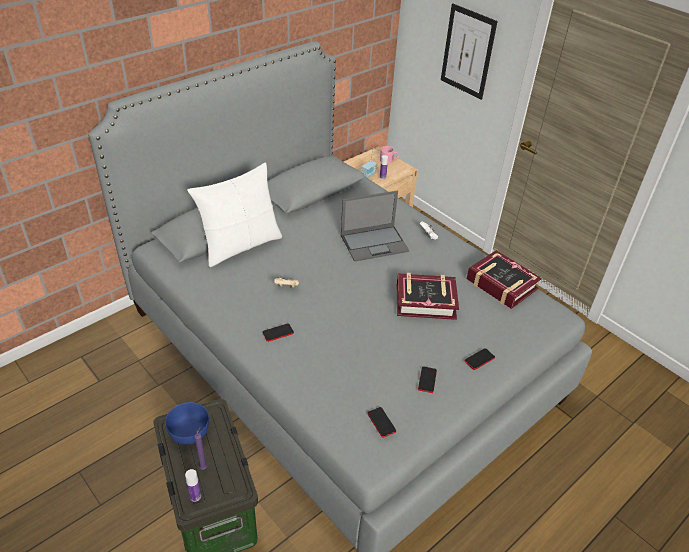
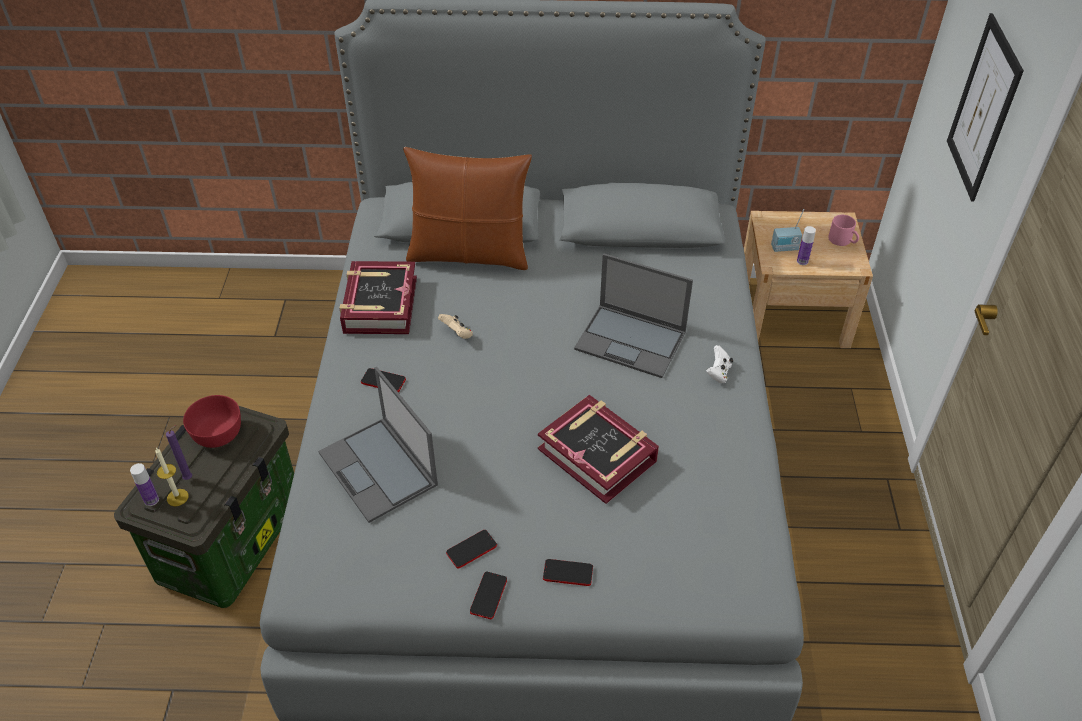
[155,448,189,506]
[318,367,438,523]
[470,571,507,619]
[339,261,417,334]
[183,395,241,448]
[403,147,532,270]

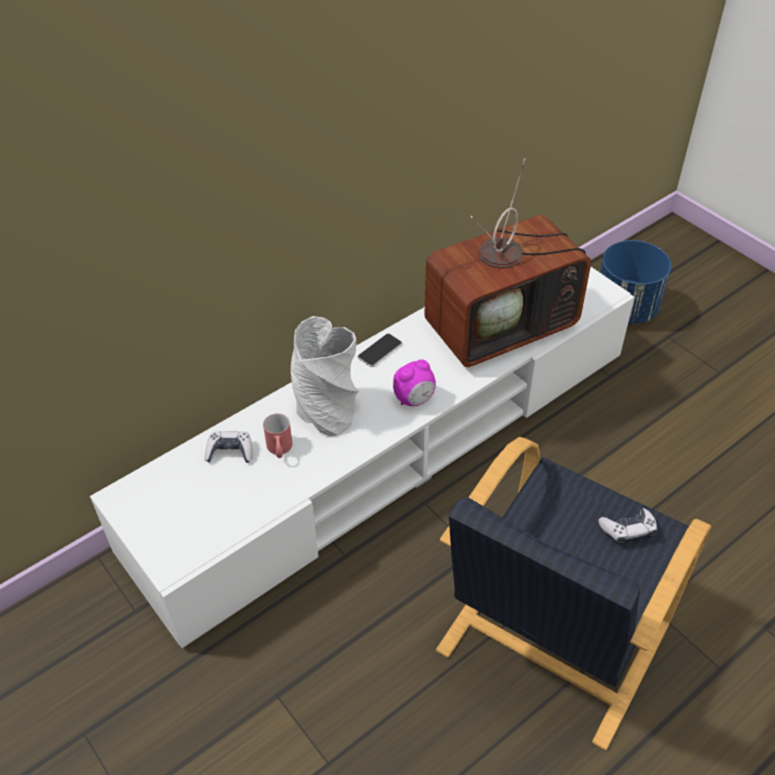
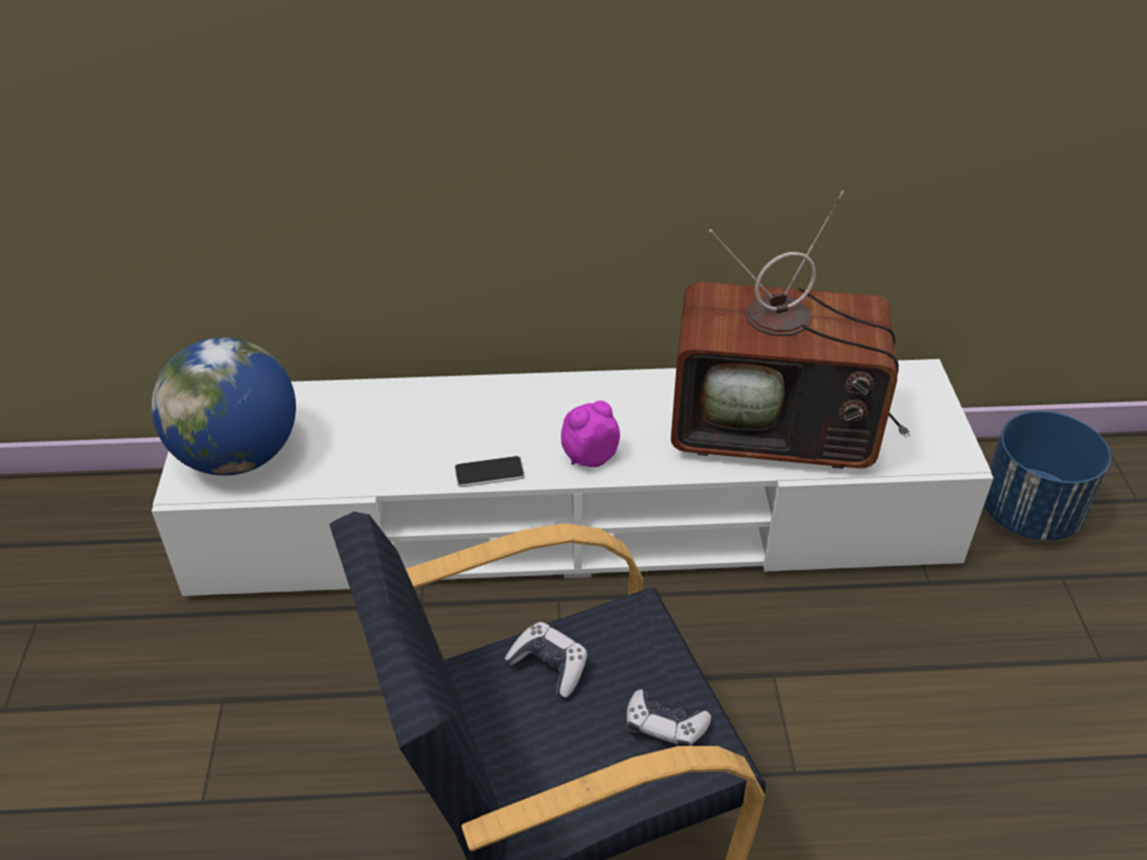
[263,413,293,458] (first image)
[291,316,359,436] (first image)
[152,337,296,476]
[505,622,587,697]
[455,456,525,487]
[561,401,620,467]

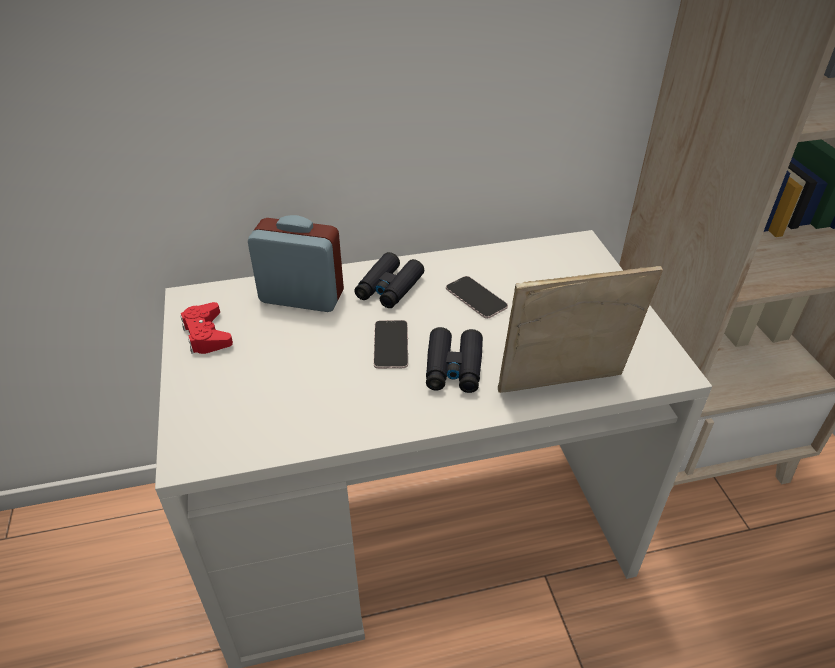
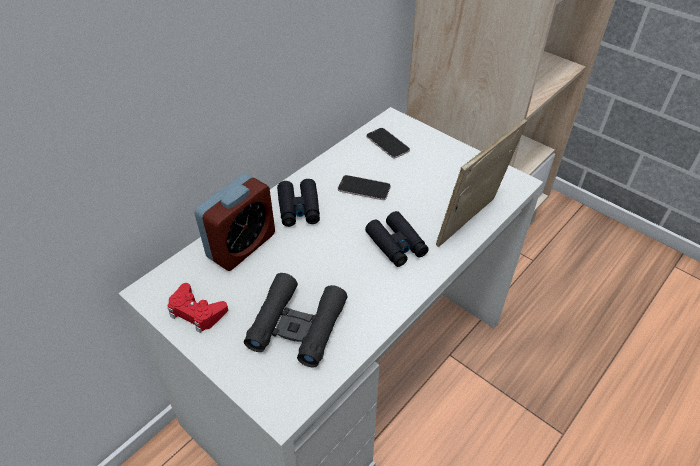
[244,273,347,367]
[366,128,410,158]
[194,174,275,271]

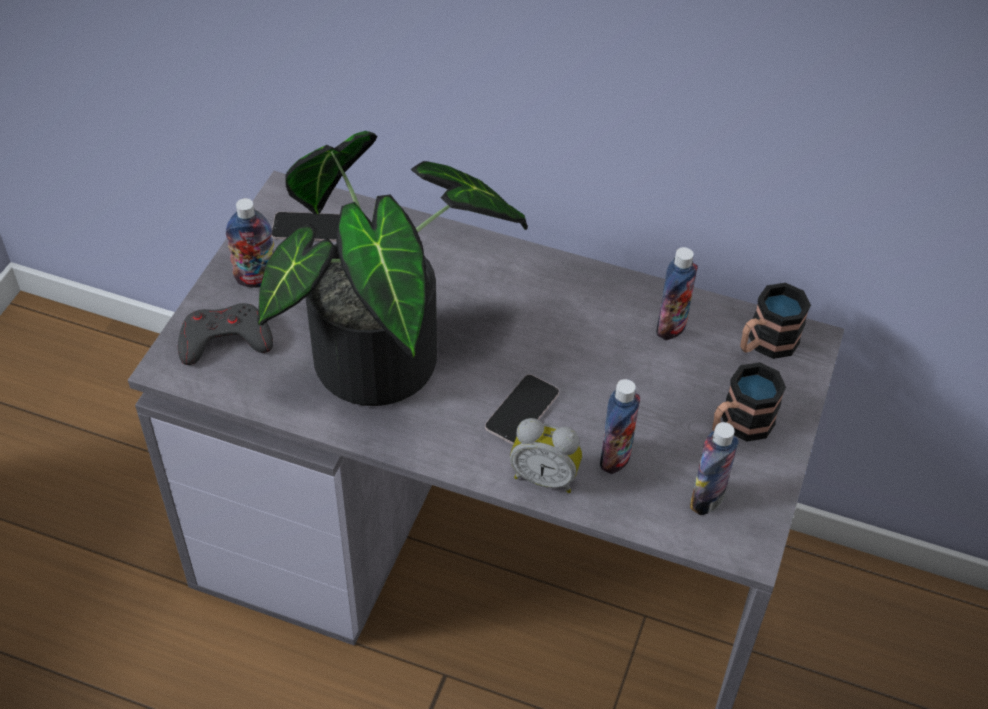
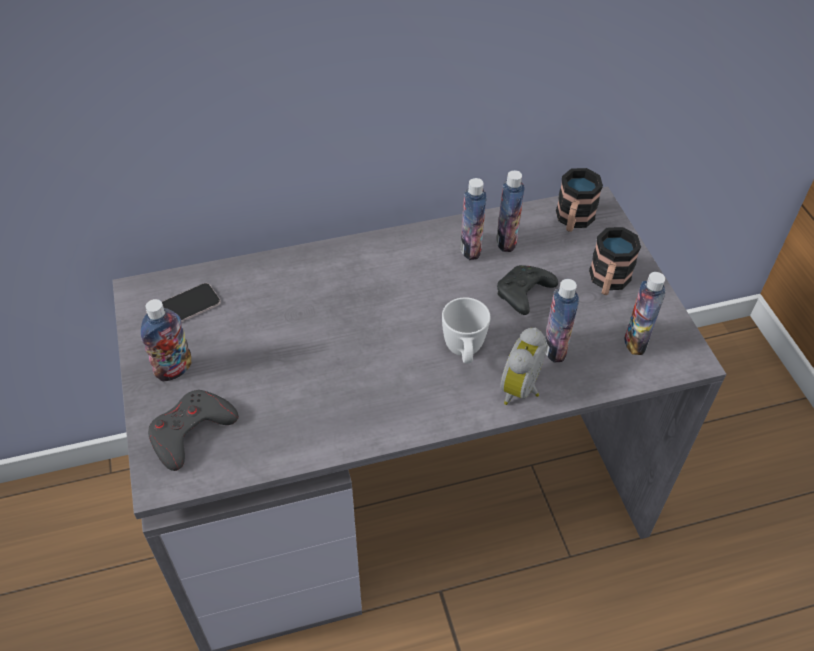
[257,131,528,406] (first image)
[460,178,487,260]
[497,265,558,315]
[442,297,491,363]
[500,328,546,405]

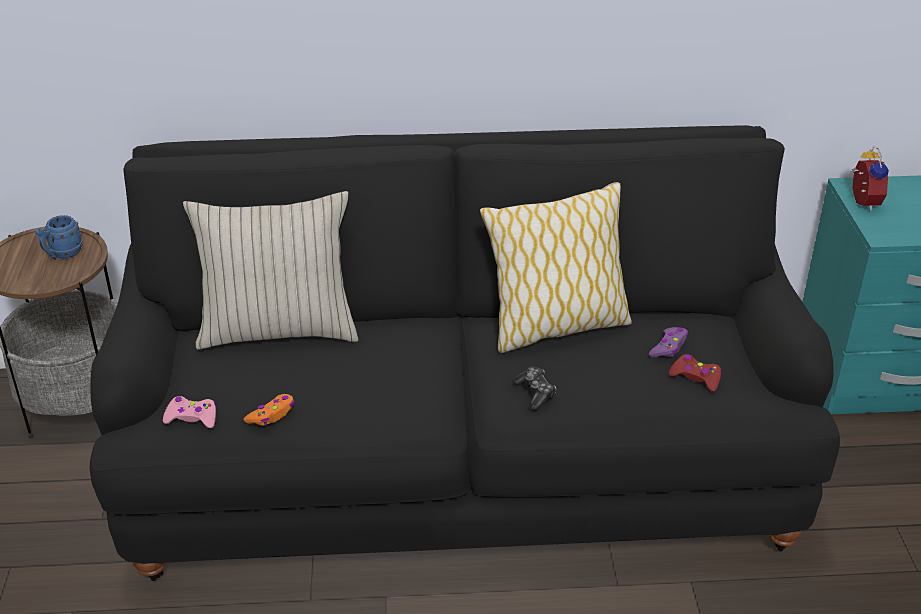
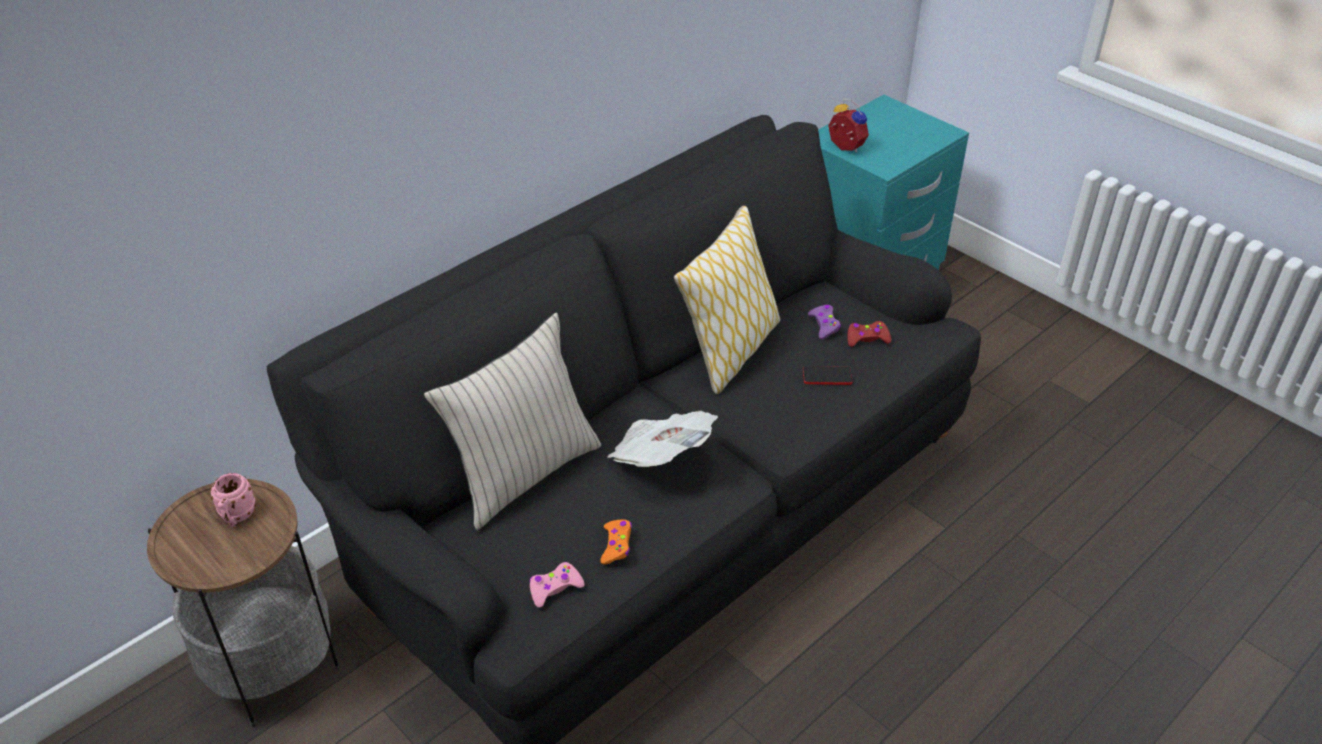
[512,367,556,411] (first image)
[607,411,718,467]
[803,366,852,385]
[211,473,256,527]

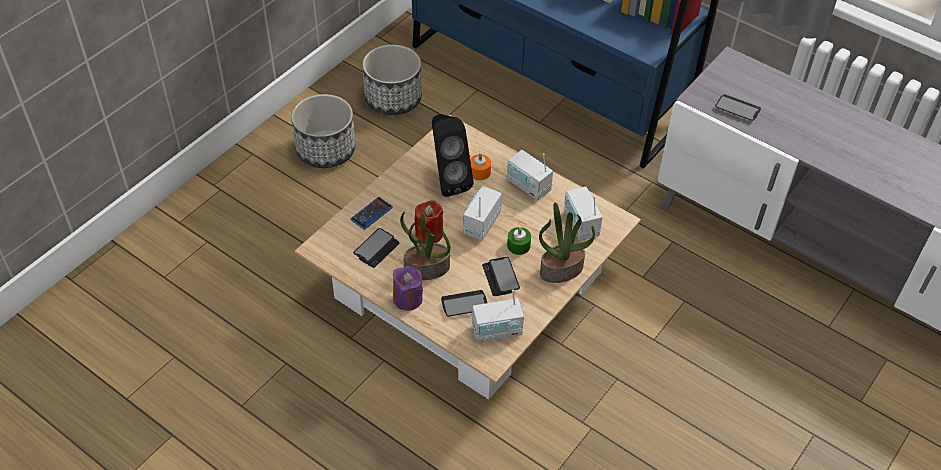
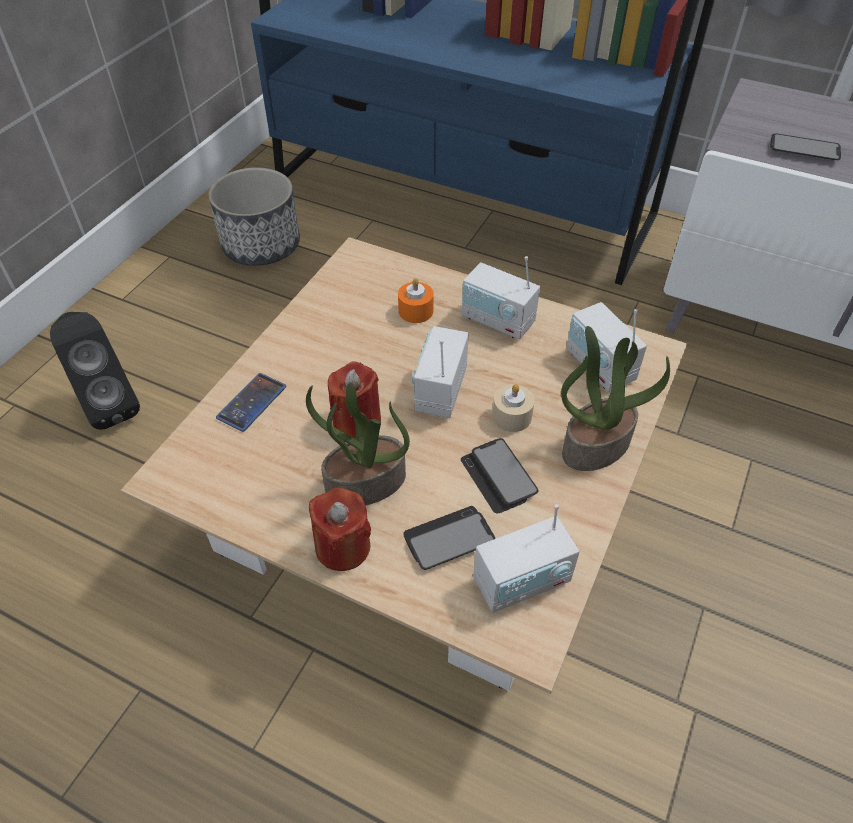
[291,94,356,168] (first image)
[353,228,399,268] (first image)
[50,312,140,430]
[309,487,371,571]
[492,384,534,432]

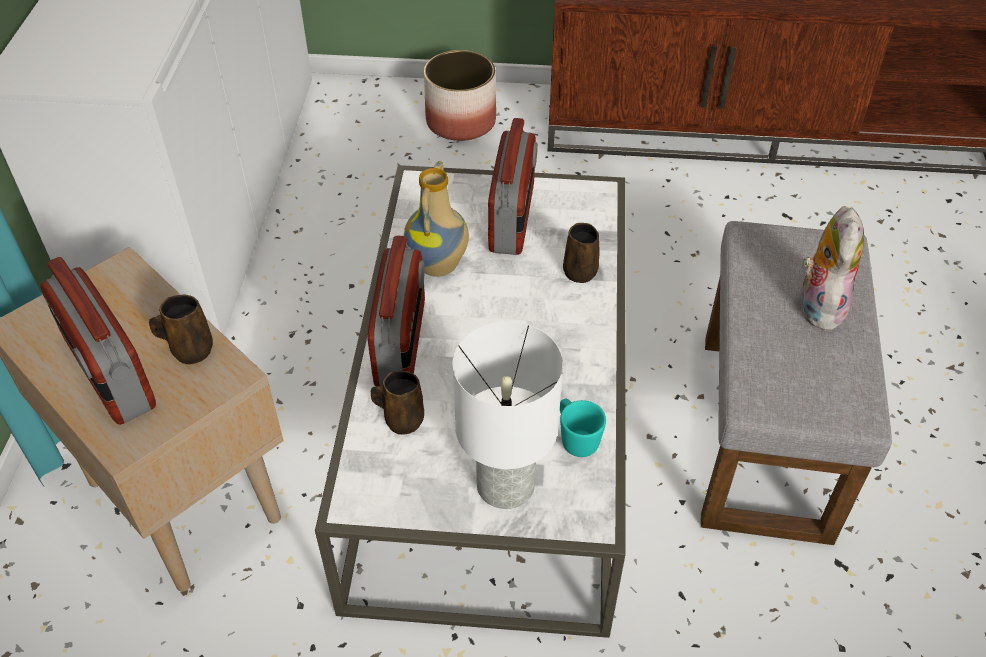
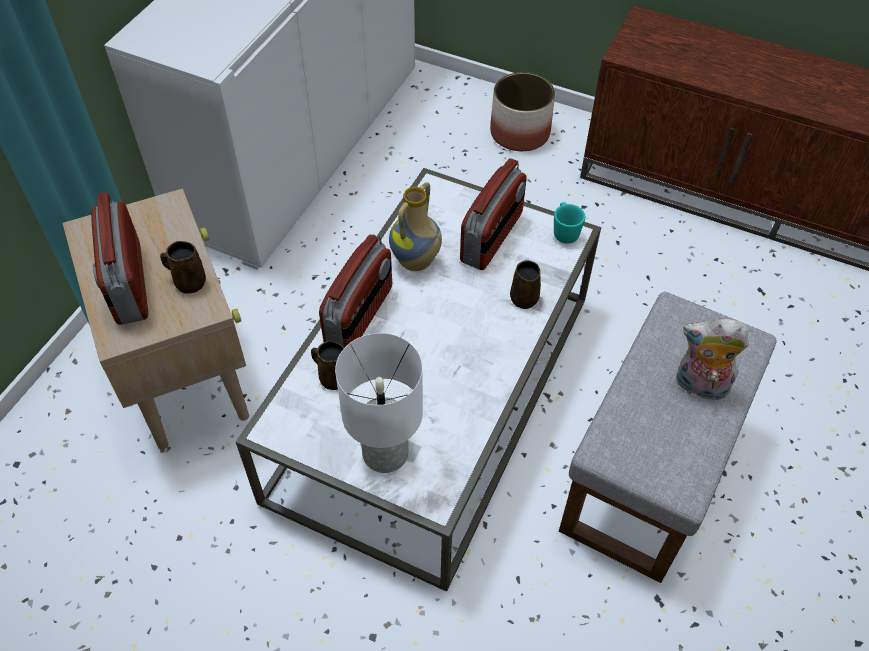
[554,202,585,244]
[676,318,749,404]

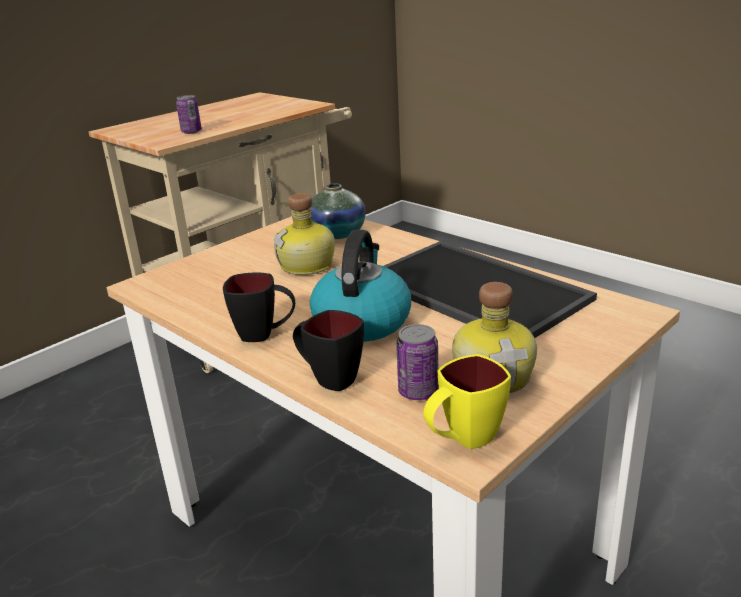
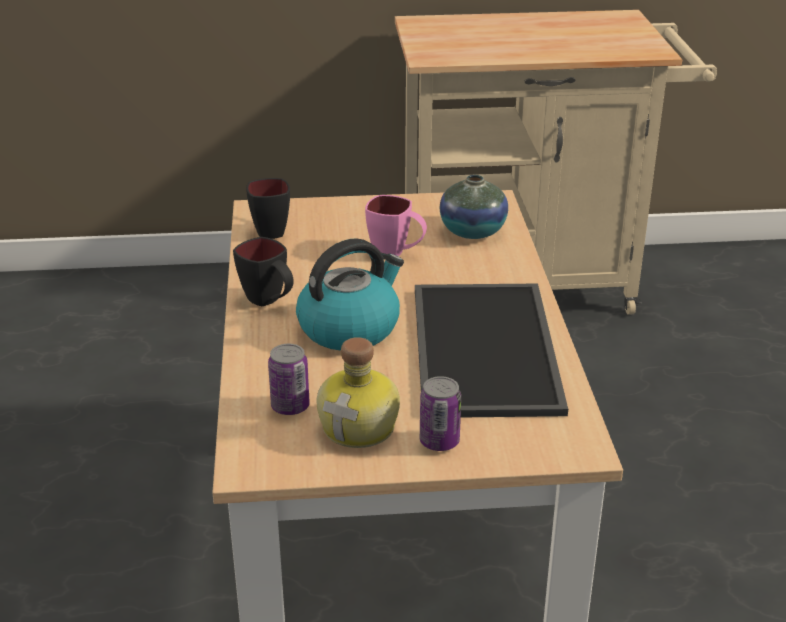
[423,354,511,449] (first image)
[420,376,461,451]
[246,178,290,239]
[365,195,427,256]

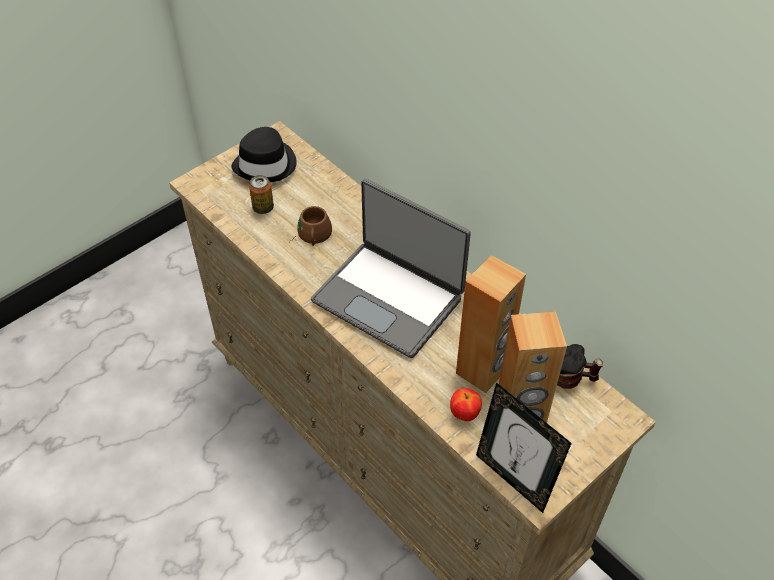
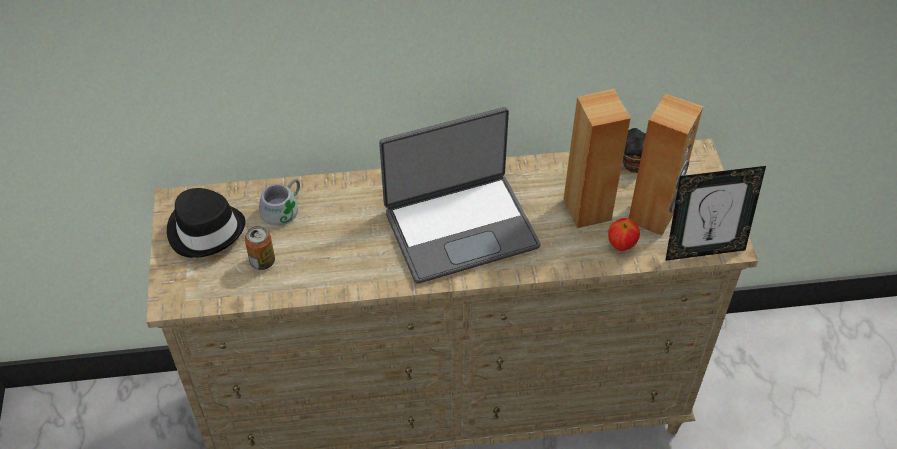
[289,206,332,246] (first image)
[259,179,310,226]

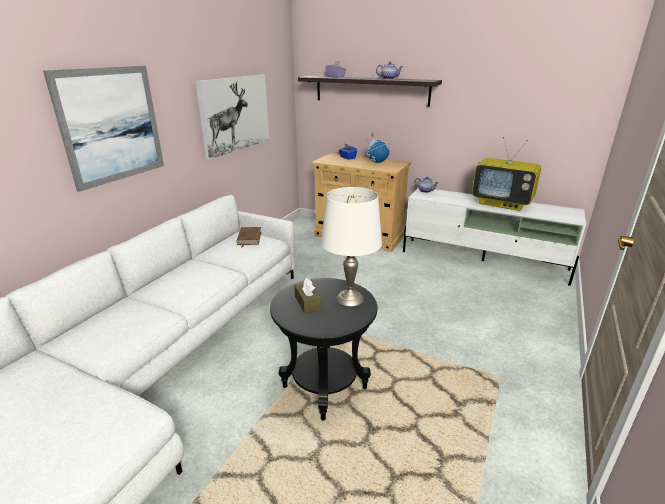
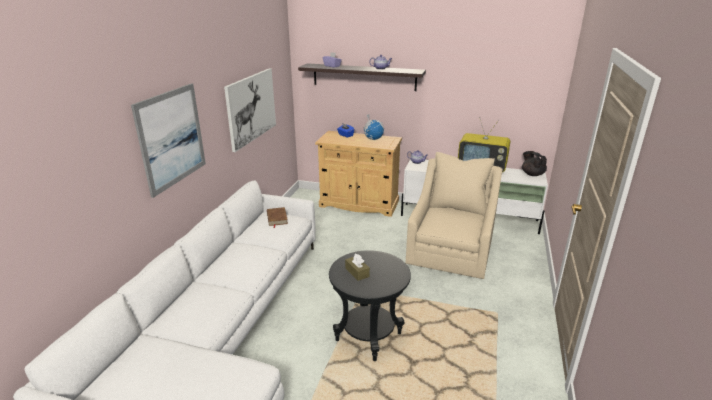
[321,187,382,306] (first image)
[406,152,503,279]
[522,151,547,176]

